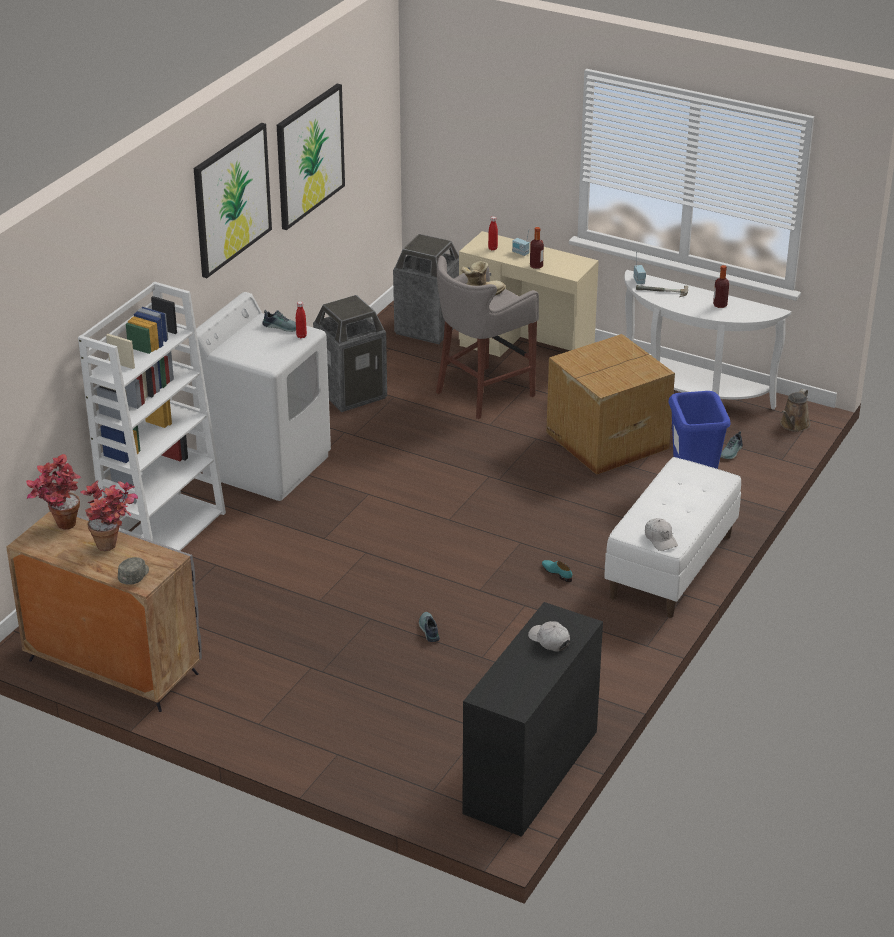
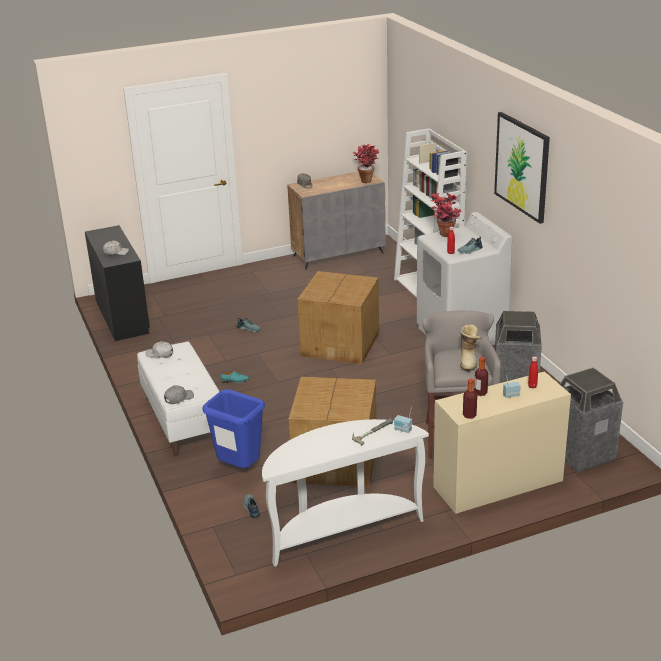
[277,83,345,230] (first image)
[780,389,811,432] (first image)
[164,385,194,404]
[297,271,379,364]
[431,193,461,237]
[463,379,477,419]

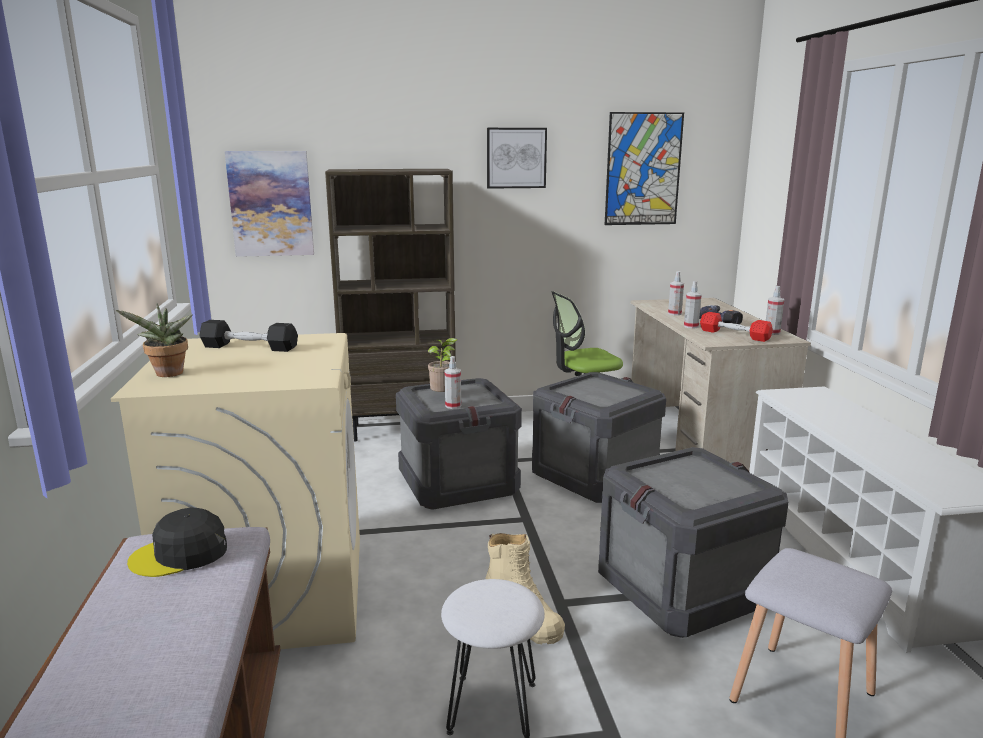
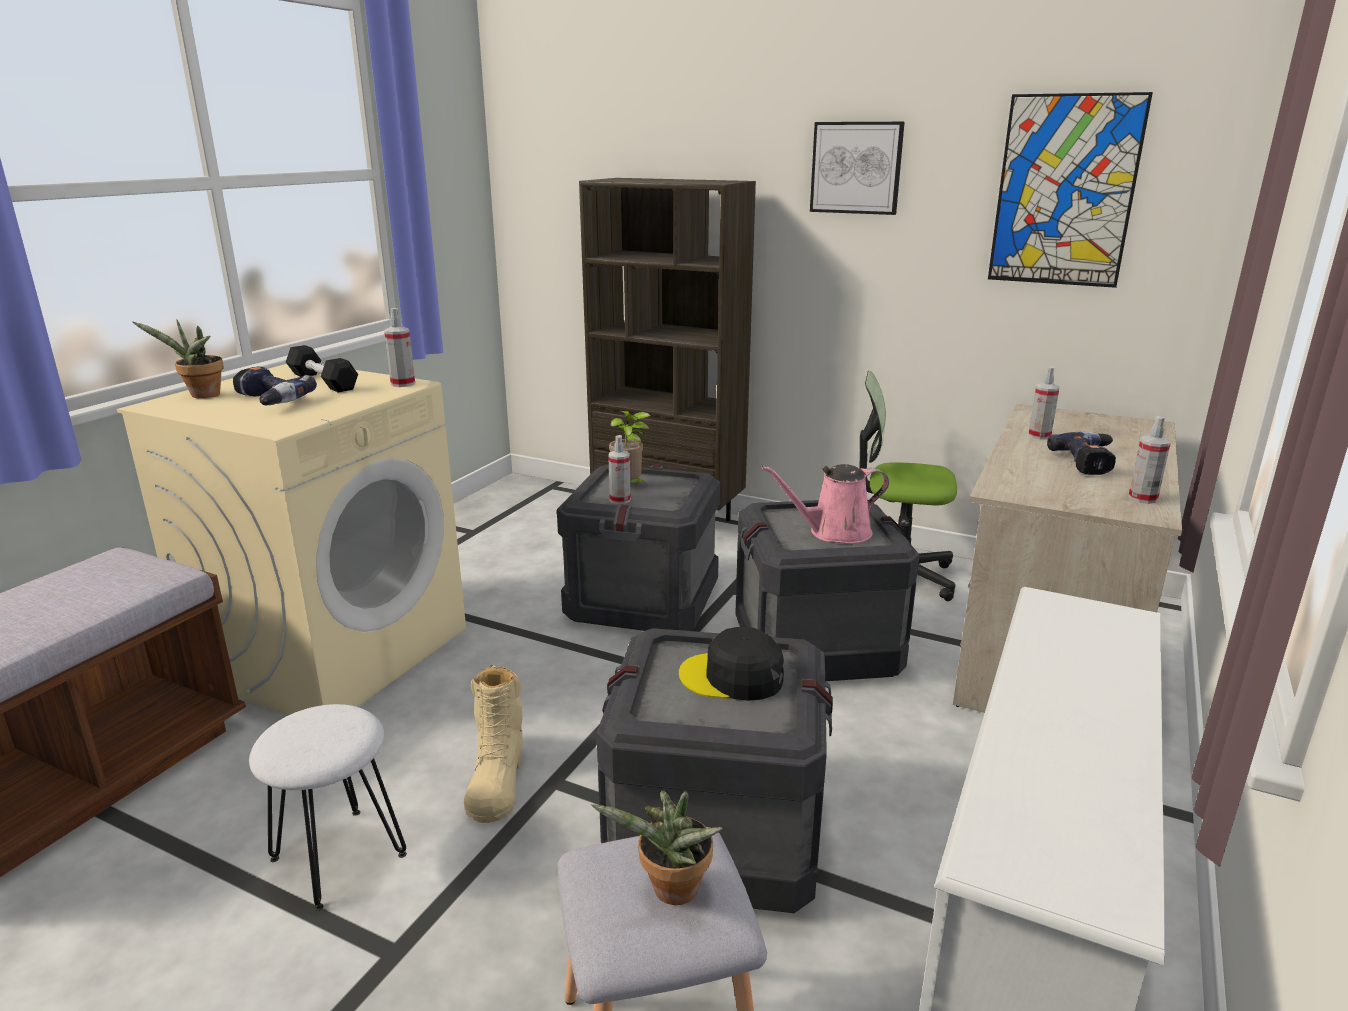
[225,151,314,257] (first image)
[700,312,773,342] (first image)
[233,367,317,405]
[591,791,723,905]
[762,464,889,544]
[679,627,784,701]
[384,308,415,387]

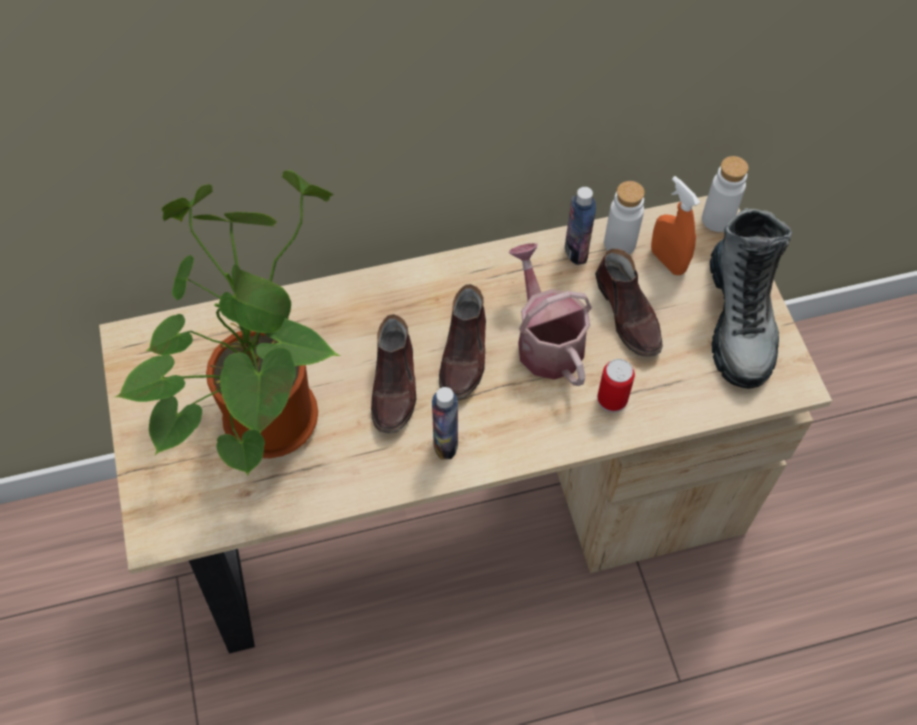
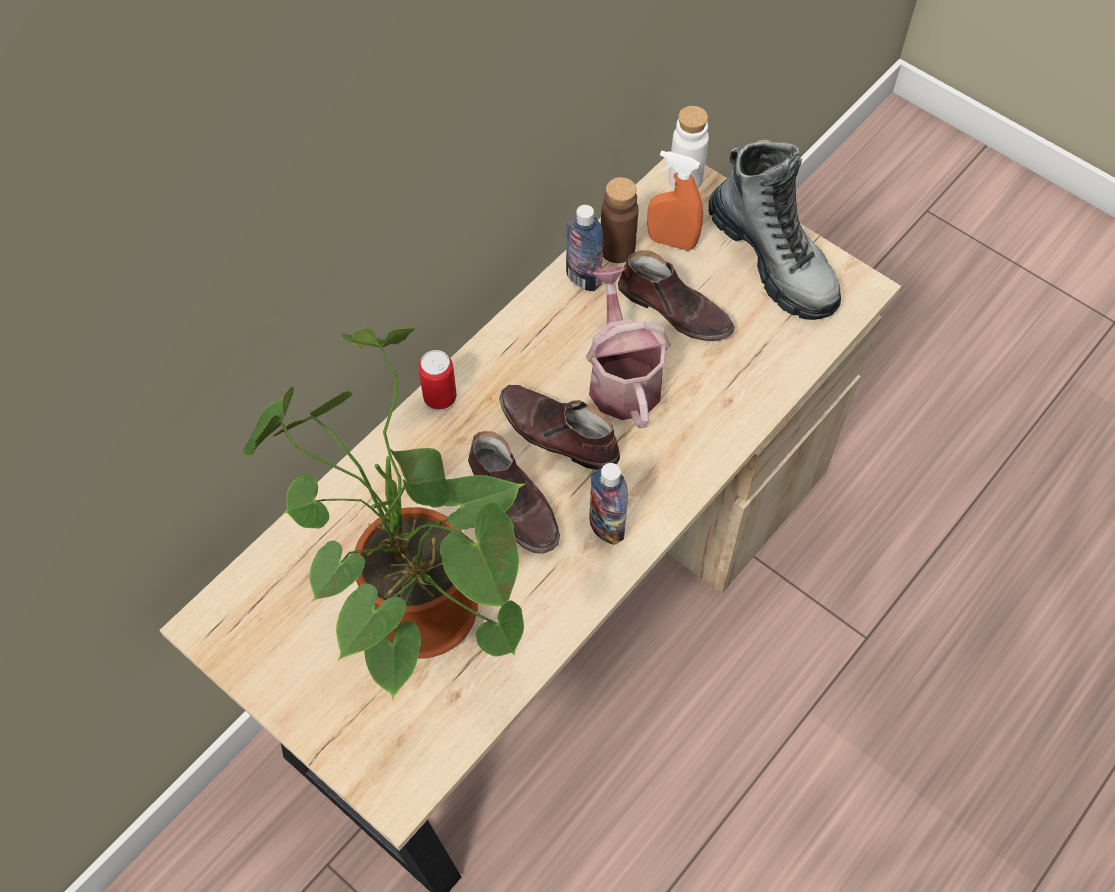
[418,350,457,412]
[601,177,639,263]
[499,385,620,470]
[586,266,671,428]

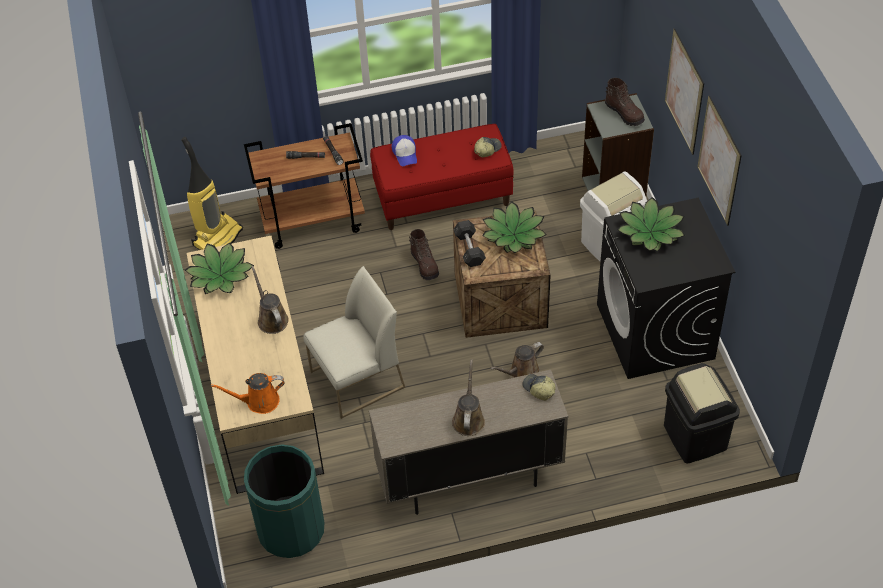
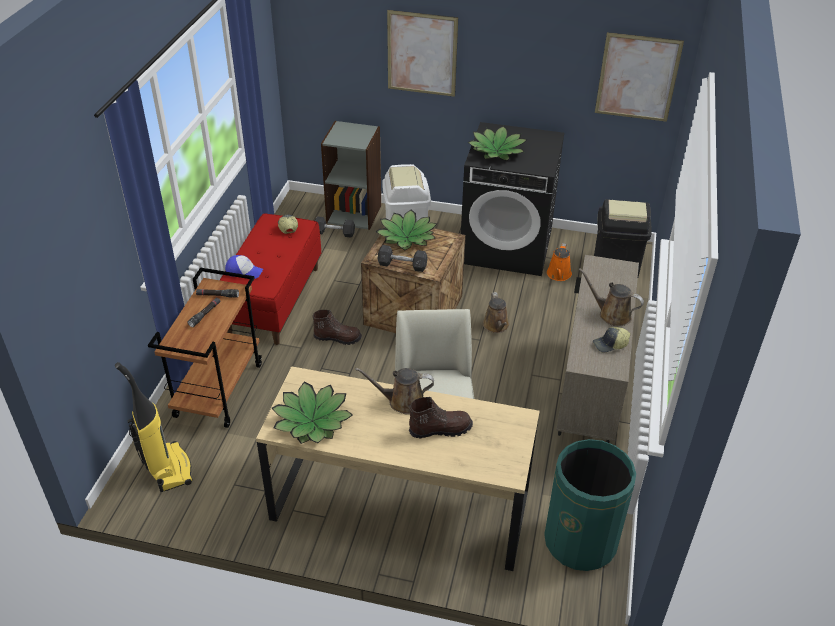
[315,216,355,238]
[547,243,572,281]
[593,327,630,353]
[409,397,473,439]
[595,32,684,122]

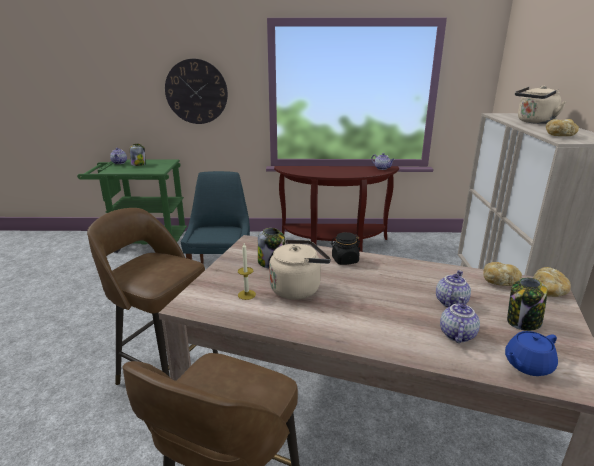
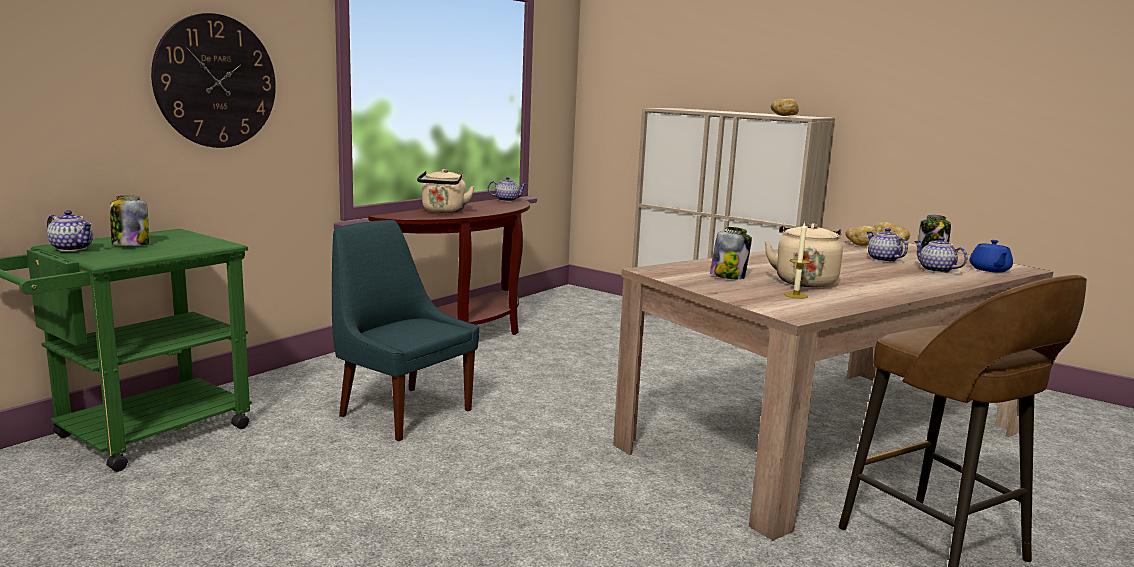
[87,208,218,385] (first image)
[331,232,360,265] (first image)
[417,169,475,213]

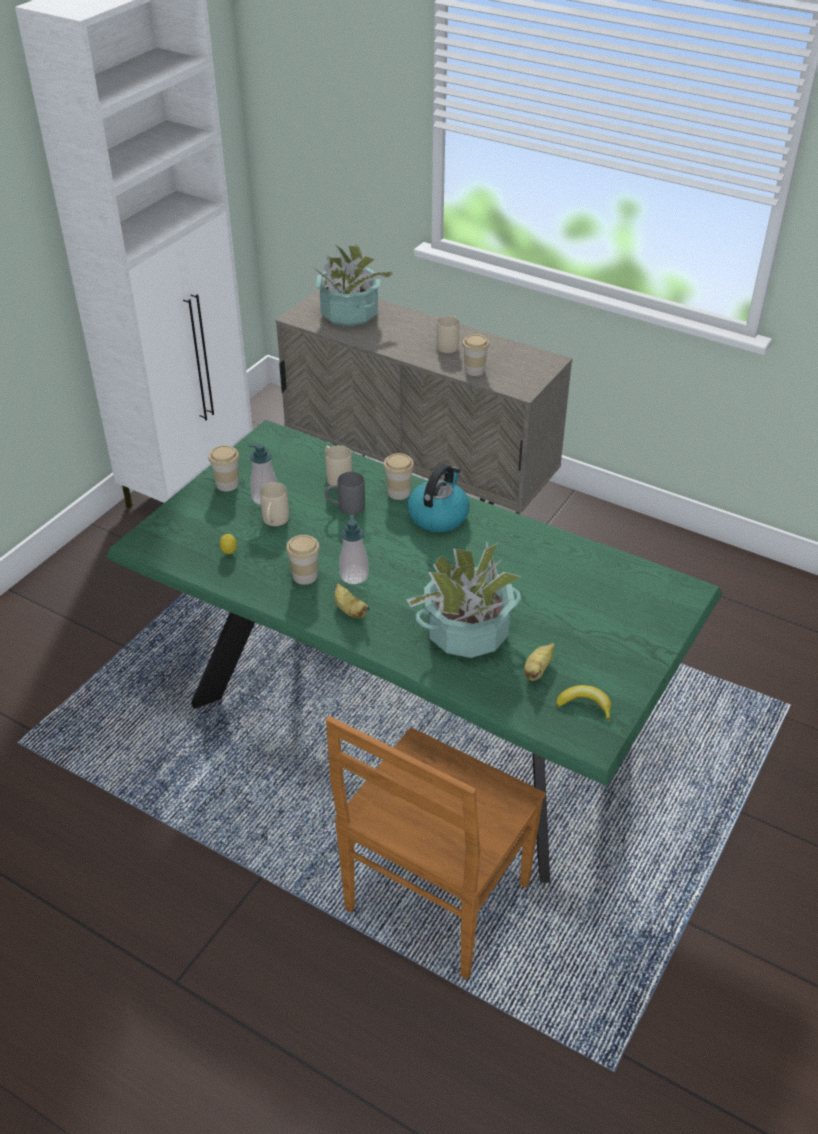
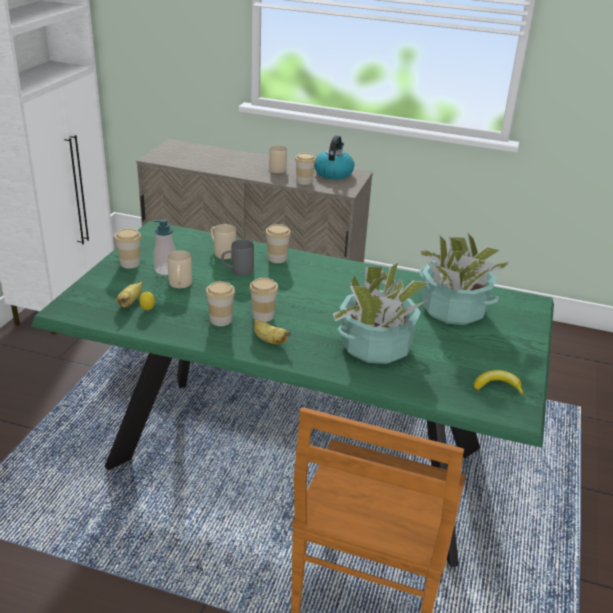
[418,232,513,325]
[314,135,354,179]
[117,282,143,308]
[249,278,278,322]

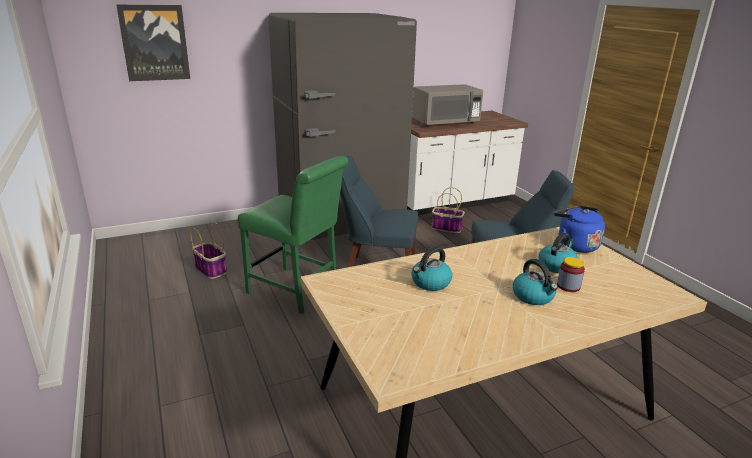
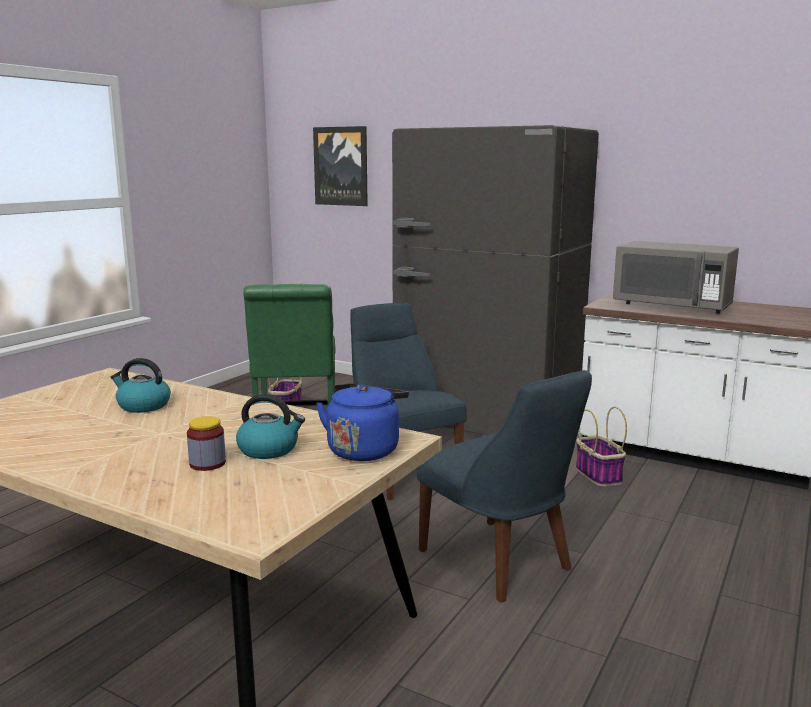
[513,259,558,305] (first image)

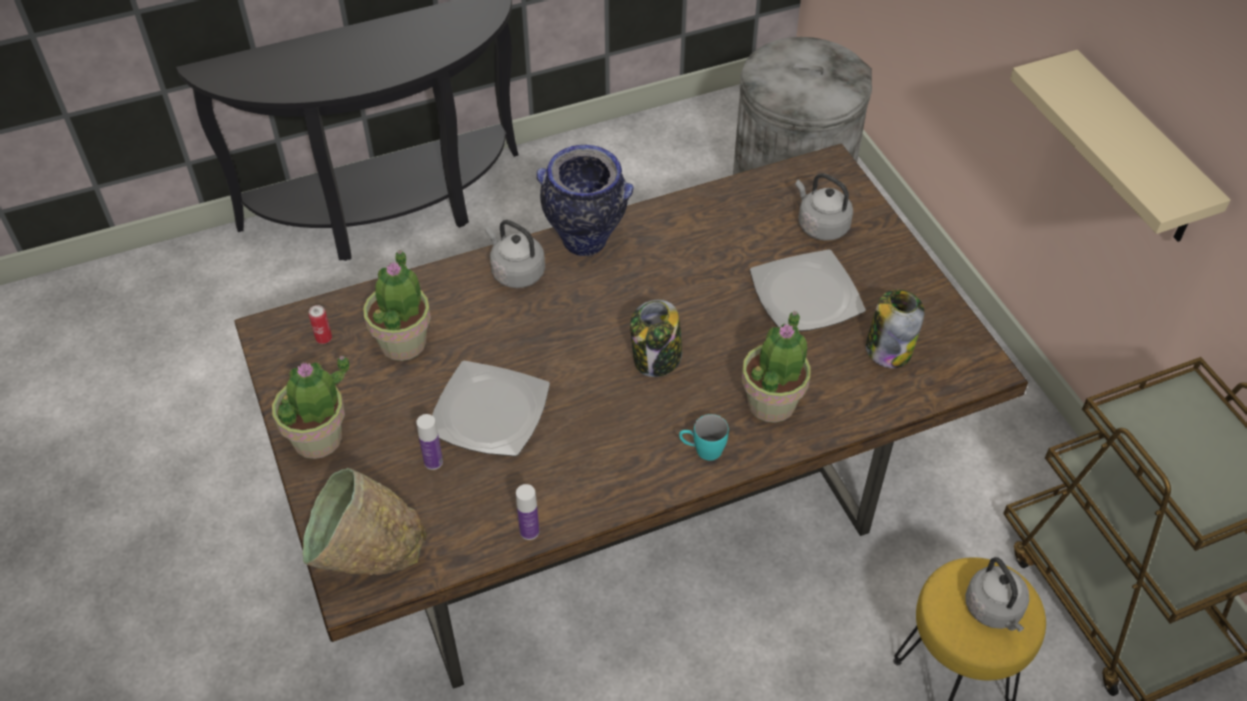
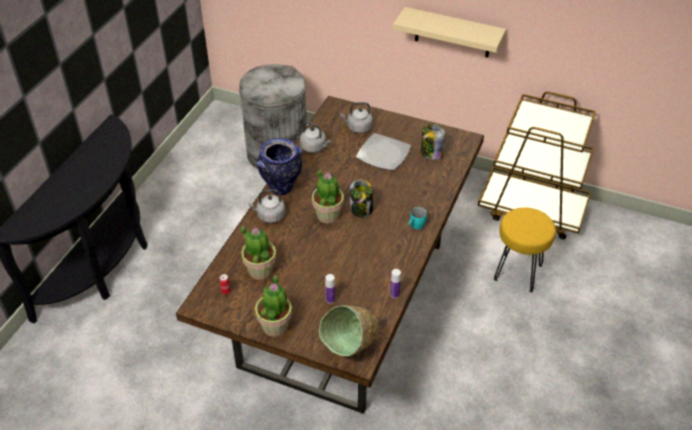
[432,361,550,457] (first image)
[312,169,344,223]
[300,122,331,153]

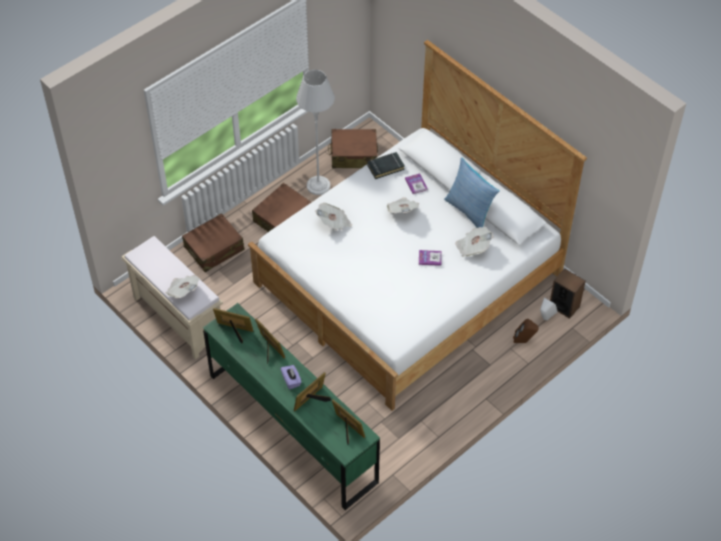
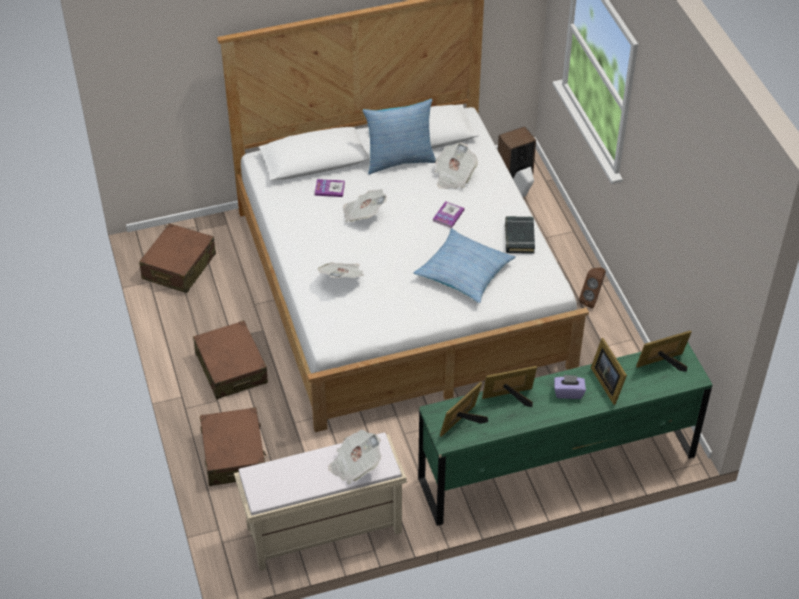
[296,70,335,195] (first image)
[414,228,516,303]
[505,216,535,254]
[579,268,606,308]

